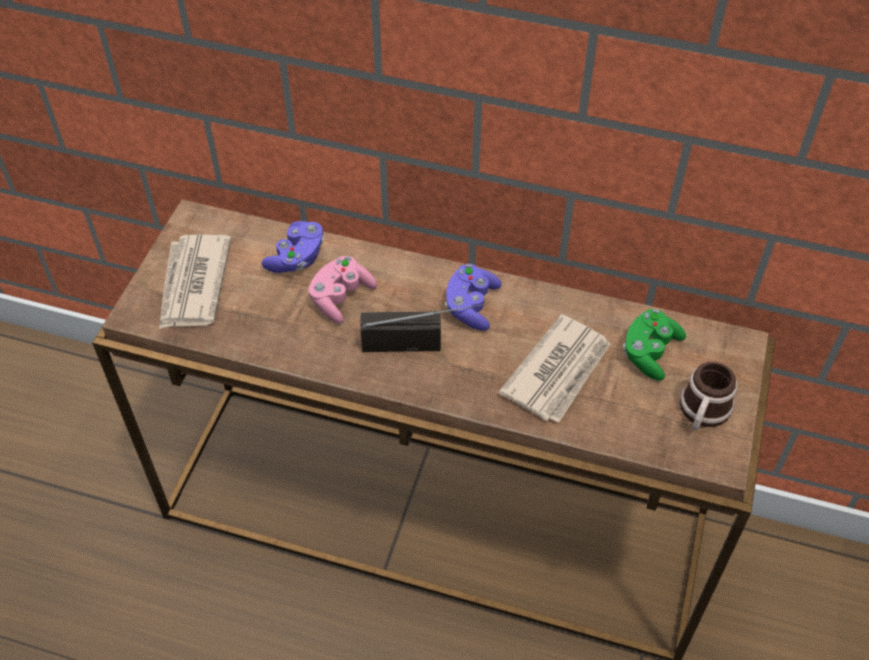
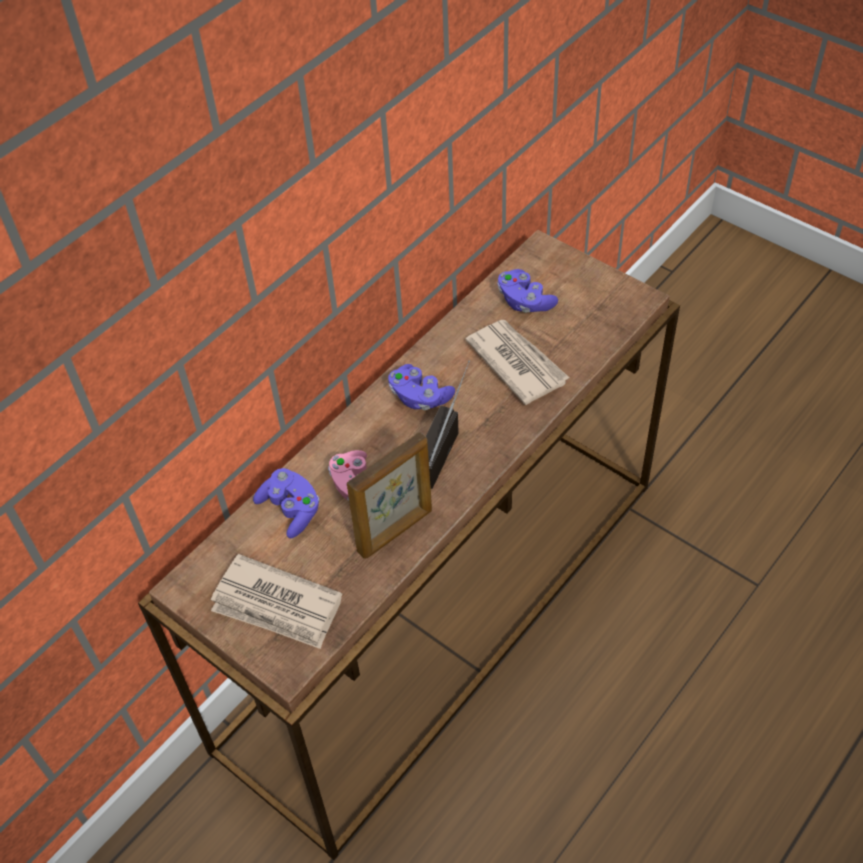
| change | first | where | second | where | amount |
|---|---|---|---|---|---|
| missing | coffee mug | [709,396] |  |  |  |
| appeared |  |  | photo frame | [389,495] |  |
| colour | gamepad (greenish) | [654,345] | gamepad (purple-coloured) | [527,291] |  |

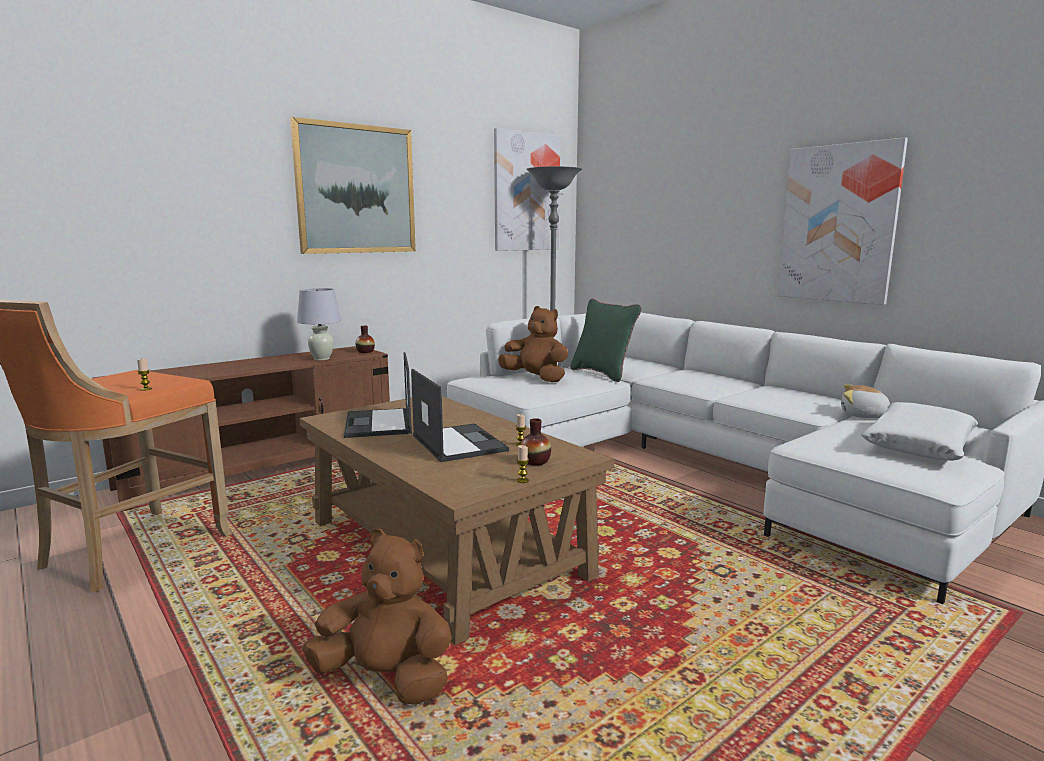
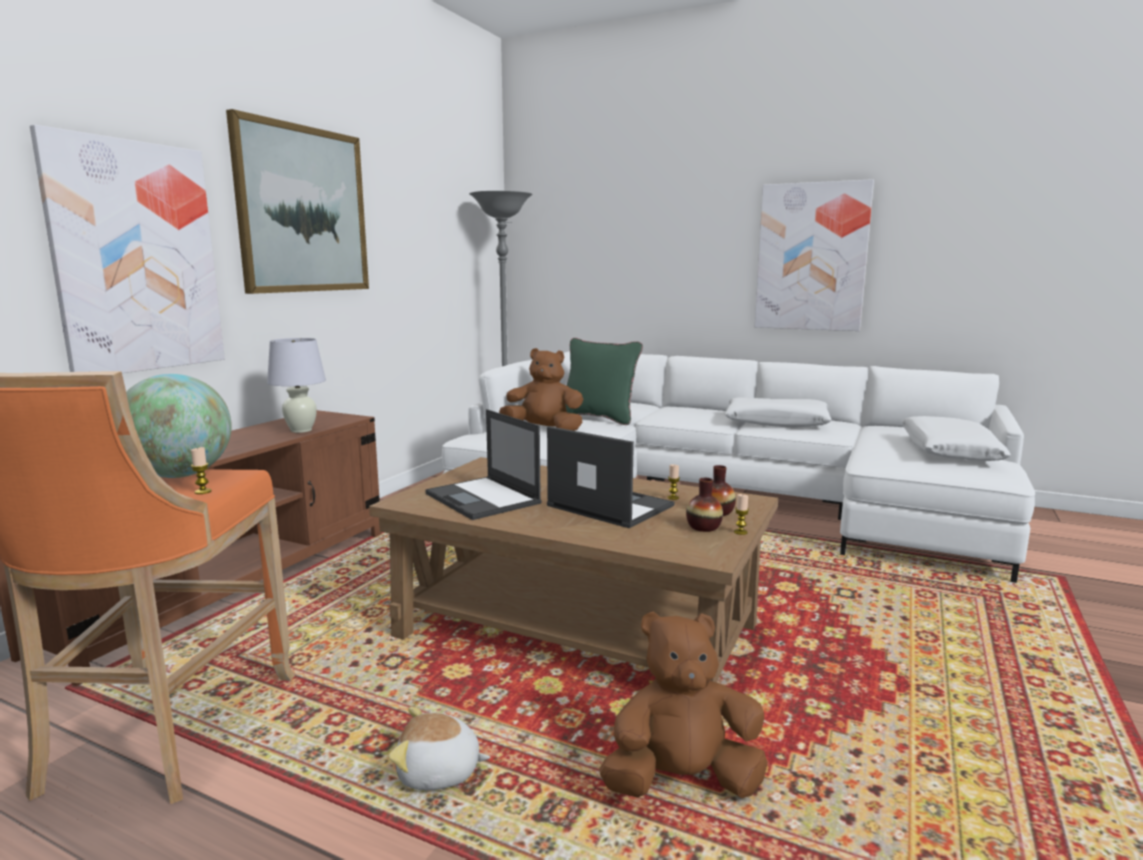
| change | first | where | second | where | amount |
|---|---|---|---|---|---|
| appeared |  |  | desk globe | [179,426] |  |
| appeared |  |  | throw pillow (white) | [778,412] |  |
| relocated | decorative vase | [365,339] |  | [704,505] |  |
| relocated | picture | [527,189] |  | [127,249] |  |
| relocated | cuddly toy | [865,401] |  | [439,748] |  |

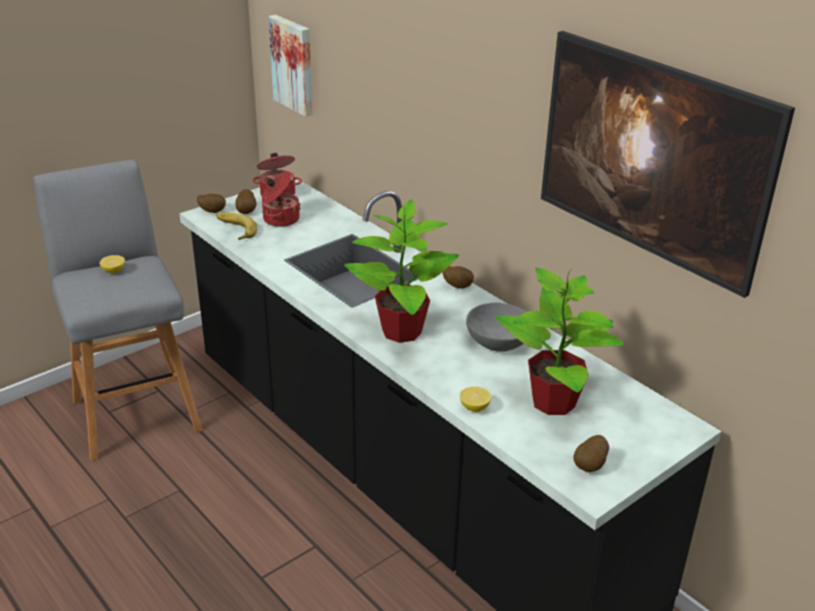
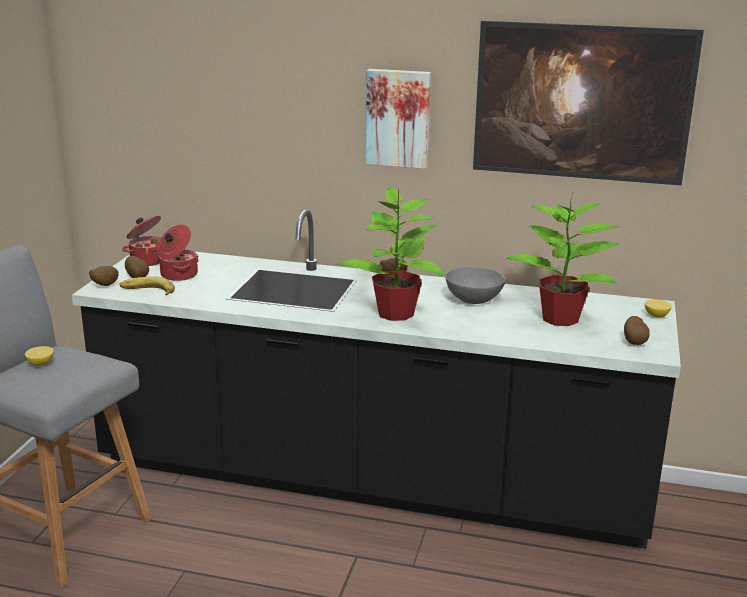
| change | first | where | second | where | amount |
|---|---|---|---|---|---|
| relocated | picture | [290,66] |  | [398,119] |  |
| relocated | lemon | [475,399] |  | [658,308] |  |

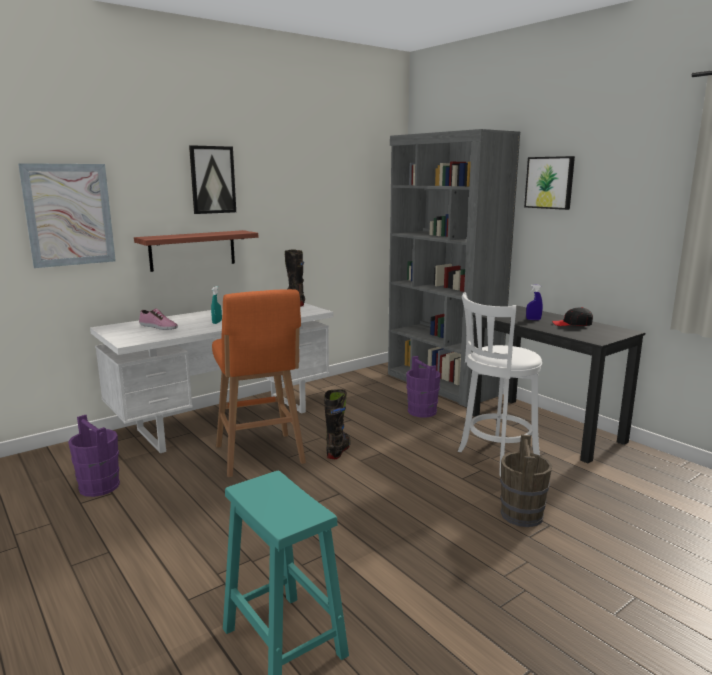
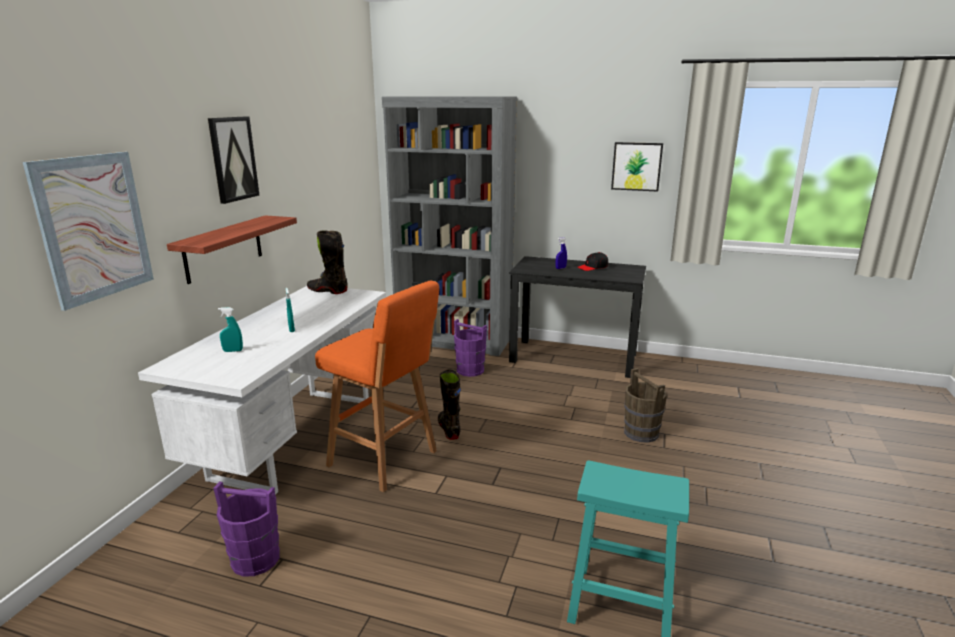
| change | first | where | second | where | amount |
|---|---|---|---|---|---|
| missing | sitting stool (white) | [500,384] |  |  |  |
| relocated | picture | [549,183] |  | [637,166] |  |
| exchanged | low shoe | [158,319] | spray bottle (turquoise-coloured) | [230,329] |  |

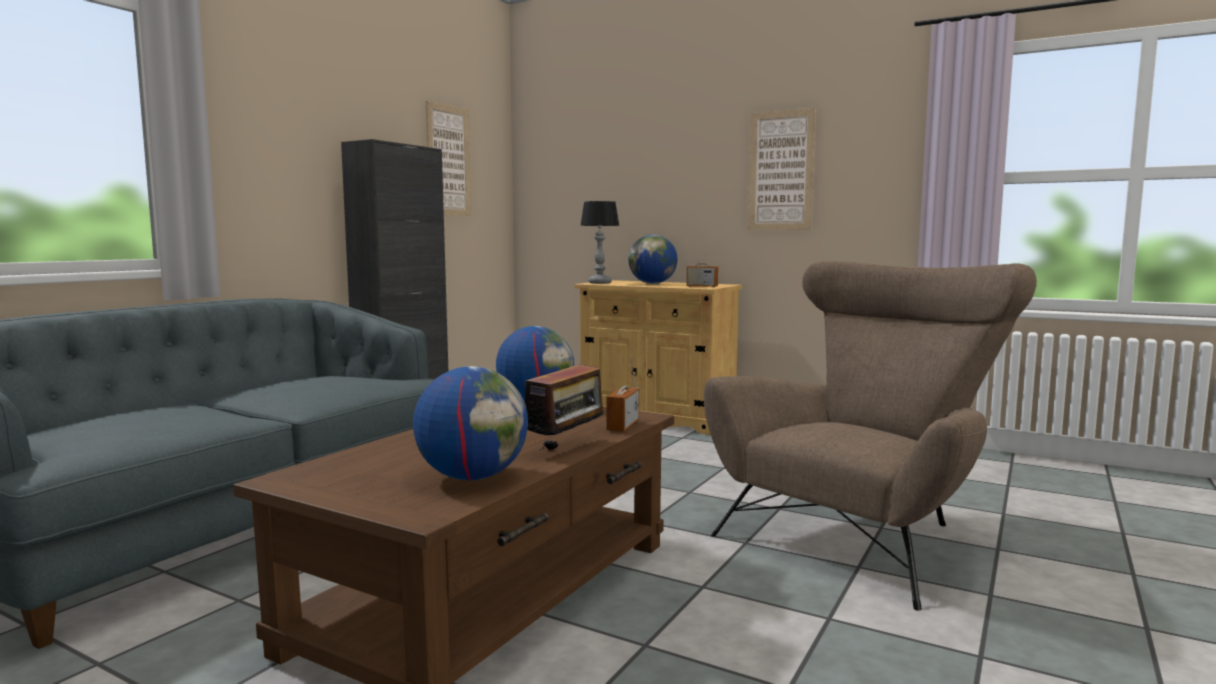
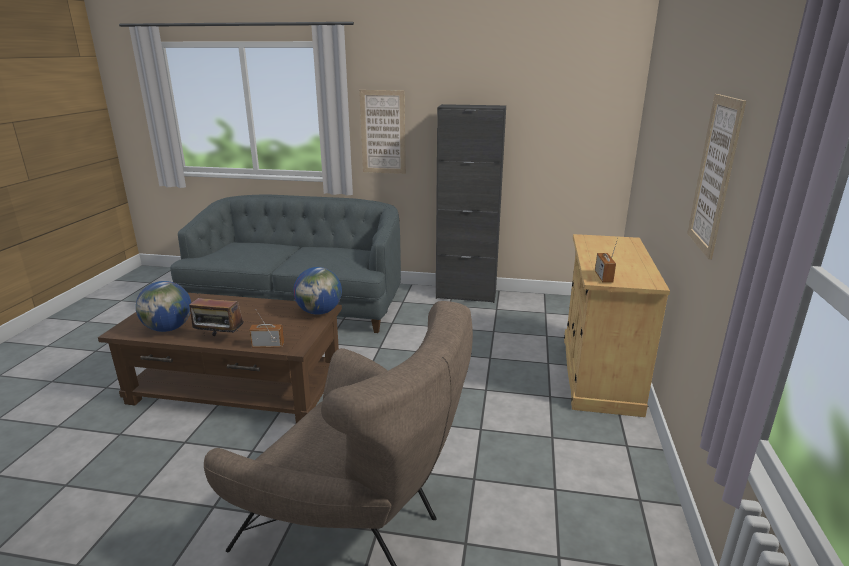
| change | first | where | second | where | amount |
|---|---|---|---|---|---|
| missing | tabletop lamp | [599,242] |  |  |  |
| missing | desk globe | [652,259] |  |  |  |
| relocated | picture | [448,158] |  | [382,132] |  |

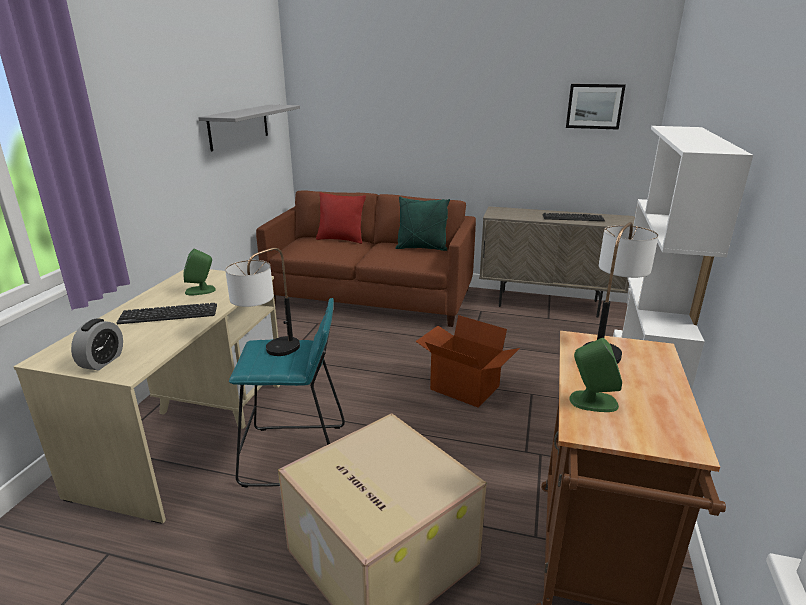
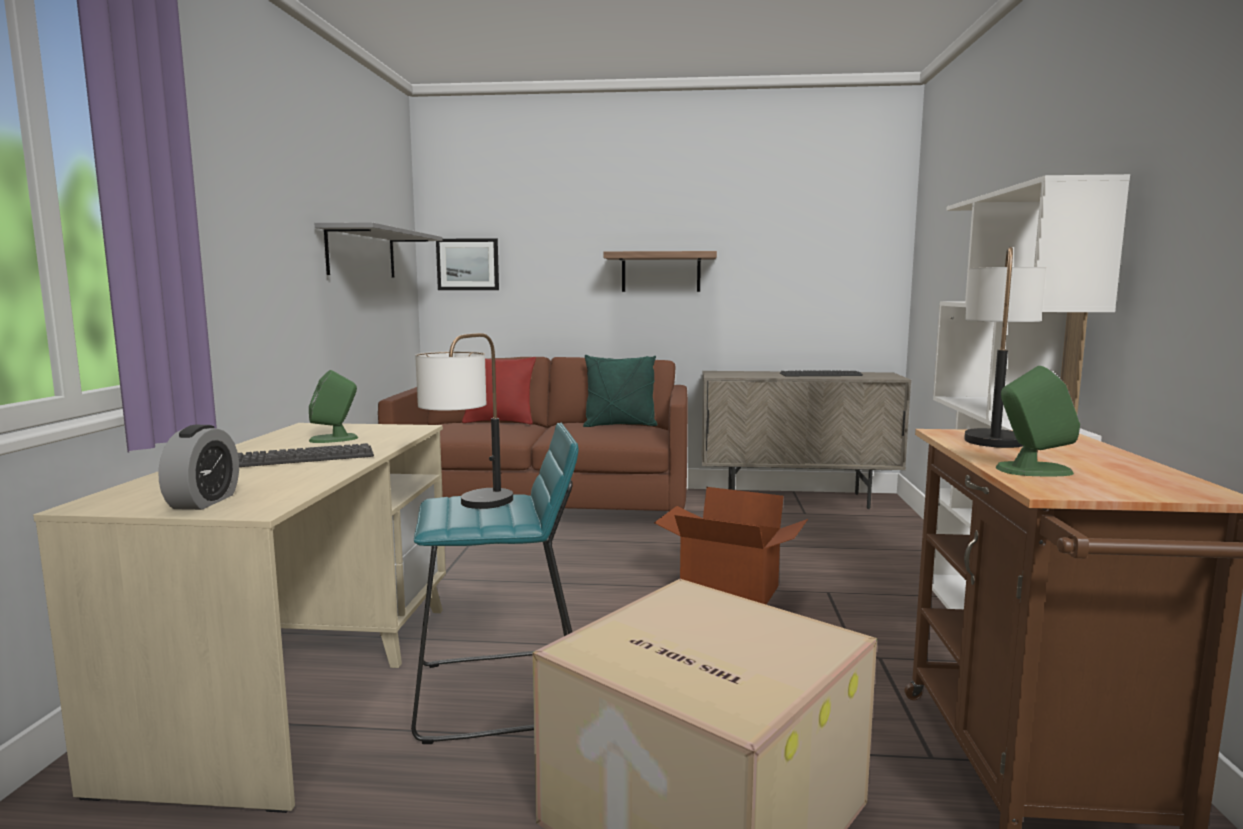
| change | first | where | second | where | amount |
|---|---|---|---|---|---|
| appeared |  |  | bracket shelf | [660,271] |  |
| relocated | picture | [596,107] |  | [467,264] |  |

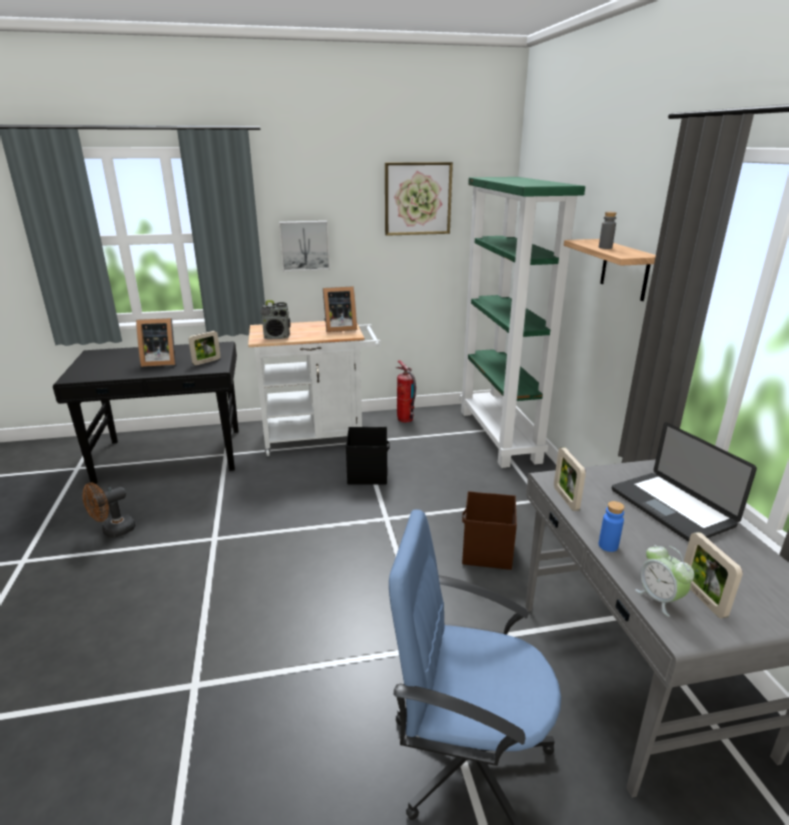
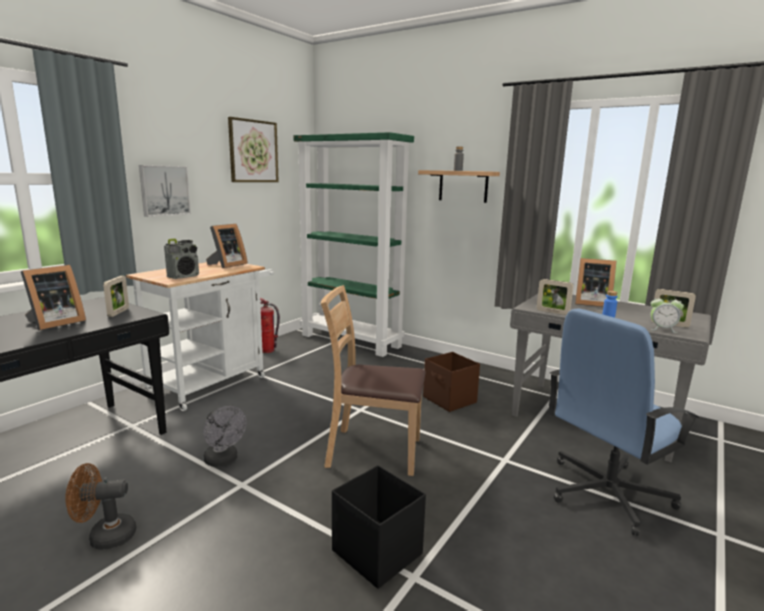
| change | first | where | second | where | amount |
|---|---|---|---|---|---|
| appeared |  |  | fan (grey) | [225,436] |  |
| appeared |  |  | upright chair (brown-coloured) | [373,380] |  |
| relocated | storage box (blackish) | [368,455] |  | [379,527] |  |
| exchanged | portable computer | [684,482] | photo frame | [595,282] |  |
| spun | fan (brown-coloured) | [108,509] |  | [100,506] | 75 degrees clockwise |

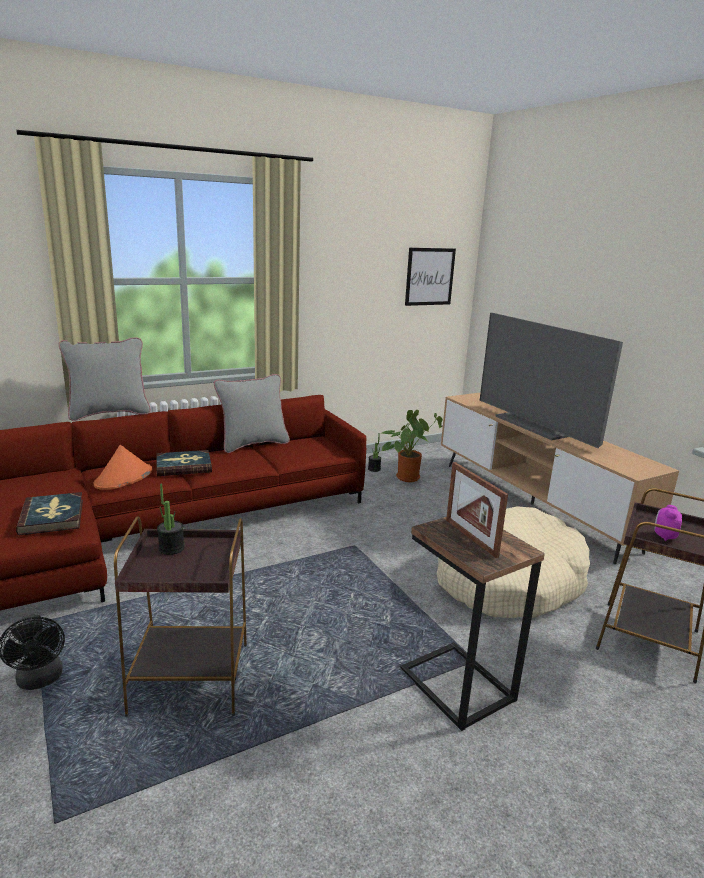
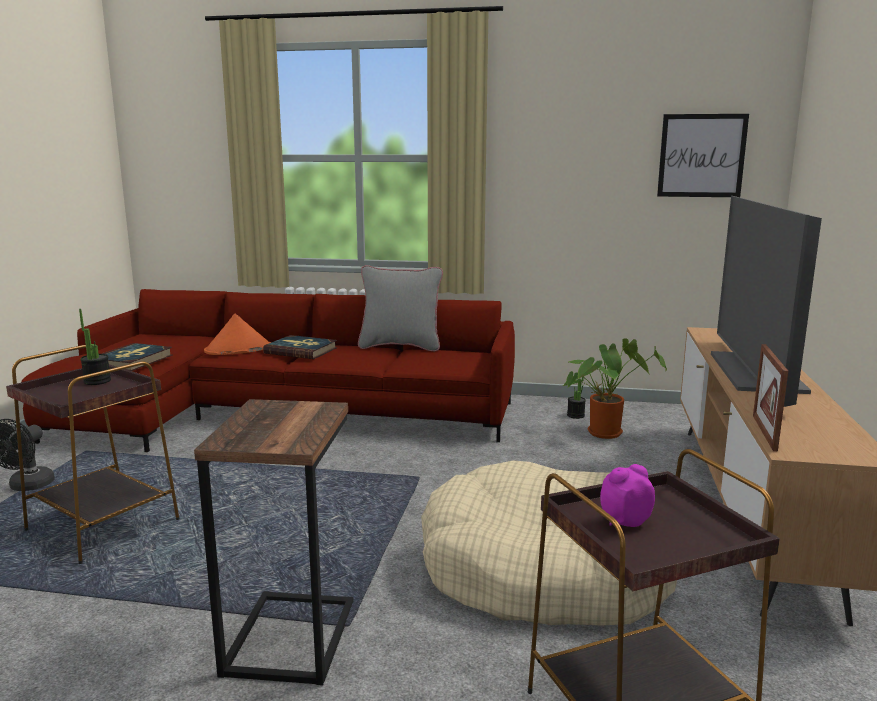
| change | first | where | second | where | amount |
|---|---|---|---|---|---|
| missing | throw pillow (grey) | [105,379] |  |  |  |
| relocated | photo frame | [477,510] |  | [770,397] |  |

